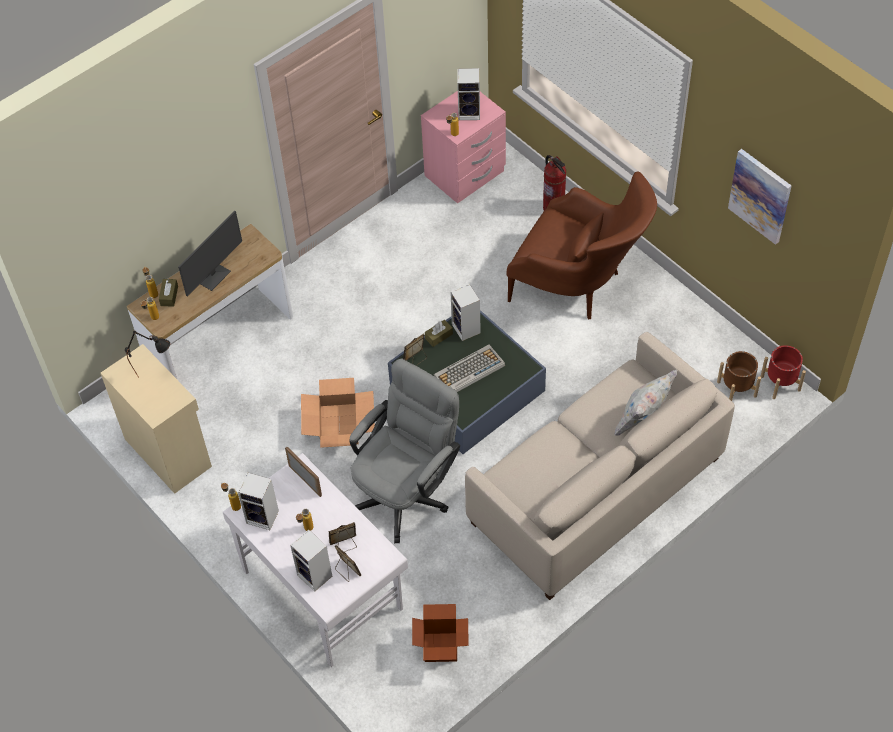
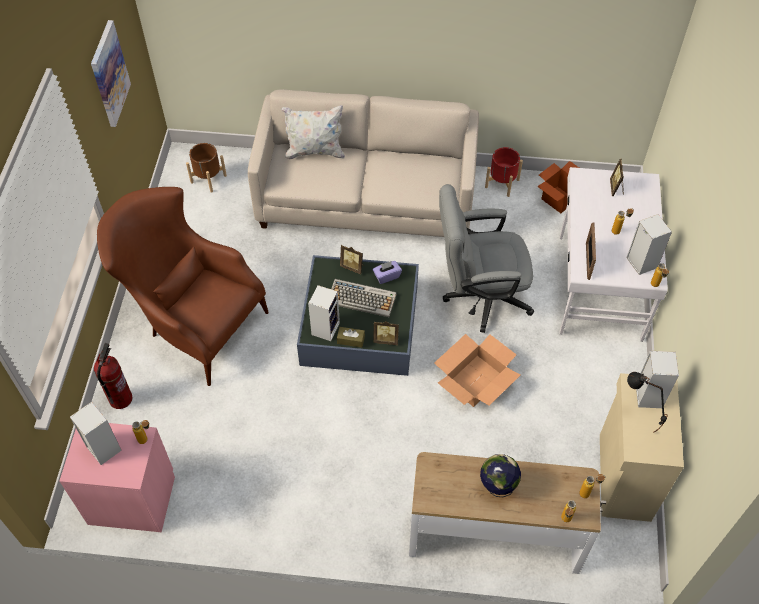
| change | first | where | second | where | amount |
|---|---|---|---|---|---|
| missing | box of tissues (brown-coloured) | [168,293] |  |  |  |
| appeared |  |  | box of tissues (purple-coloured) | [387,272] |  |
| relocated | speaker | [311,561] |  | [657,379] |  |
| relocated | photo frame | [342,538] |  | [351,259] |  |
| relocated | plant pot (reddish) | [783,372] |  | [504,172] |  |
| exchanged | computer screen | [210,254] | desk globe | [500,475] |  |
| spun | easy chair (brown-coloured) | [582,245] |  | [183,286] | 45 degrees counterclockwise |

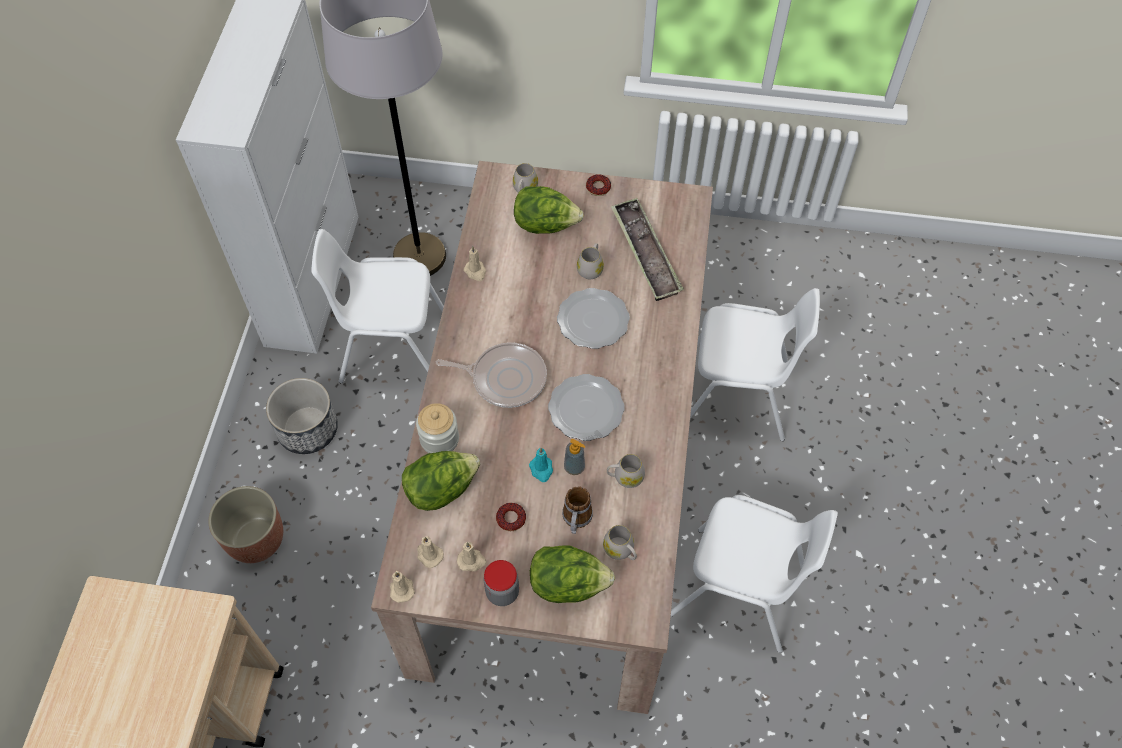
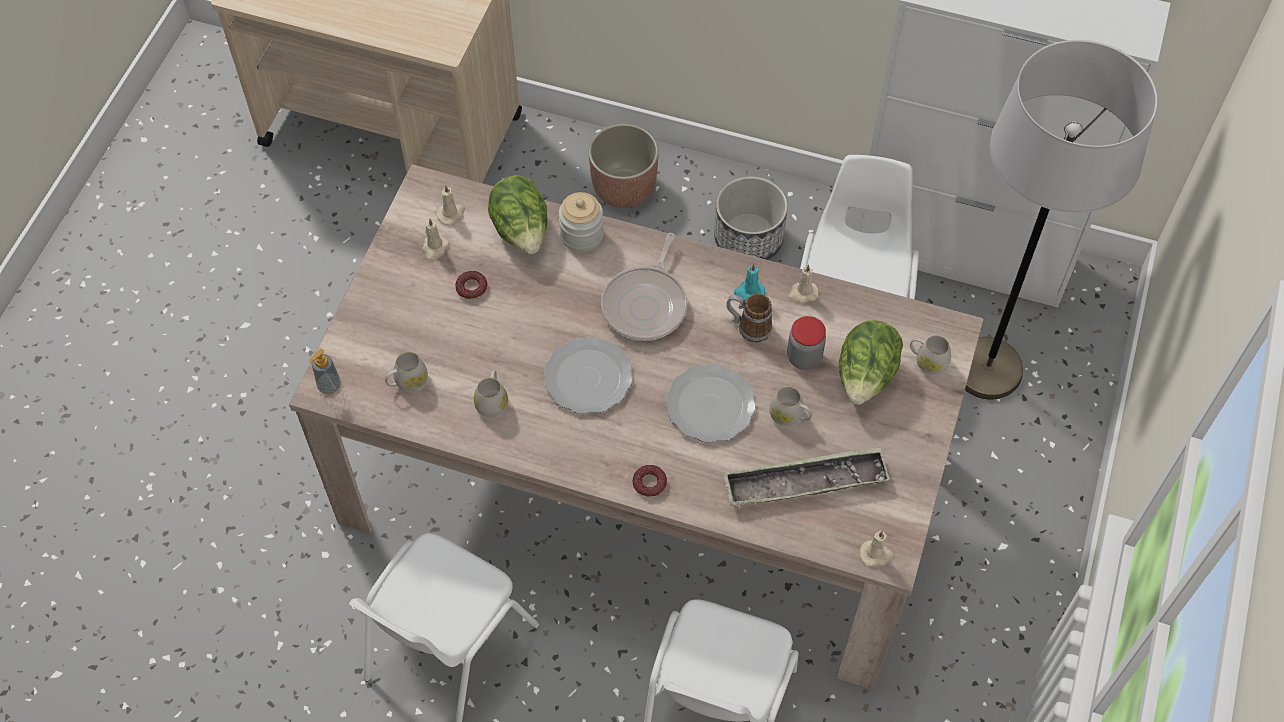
| change | first | where | second | where | amount |
|---|---|---|---|---|---|
| missing | head of lettuce | [572,574] |  |  |  |
| relocated | wax light (beige-coloured) | [402,587] |  | [877,549] |  |
| relocated | storage jar | [501,583] |  | [806,343] |  |
| relocated | wax light (turquoise-coloured) | [541,465] |  | [749,282] |  |
| relocated | coffee mug | [577,510] |  | [749,318] |  |
| relocated | liquid soap bottle | [574,457] |  | [325,371] |  |
| relocated | doughnut | [598,185] |  | [650,481] |  |

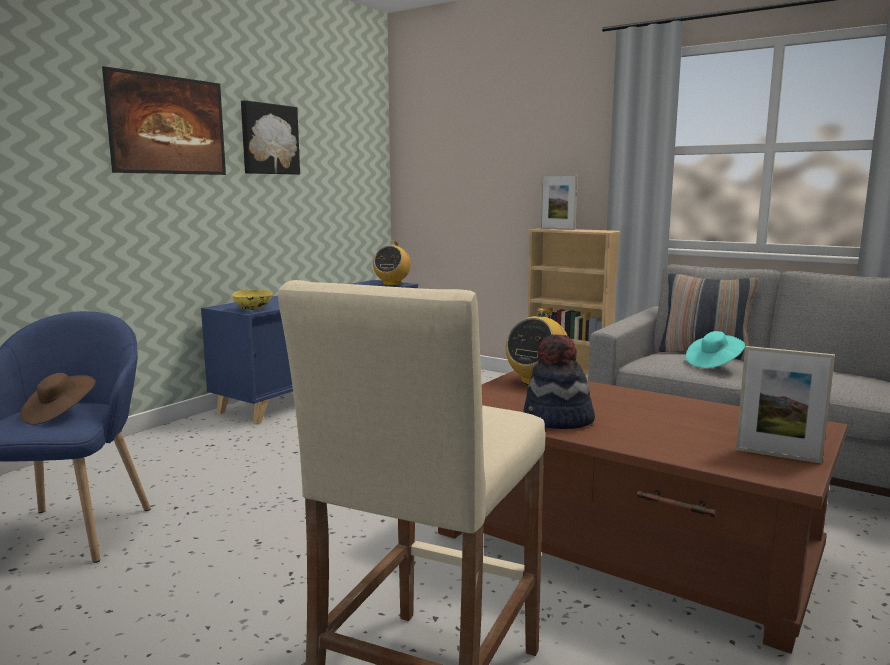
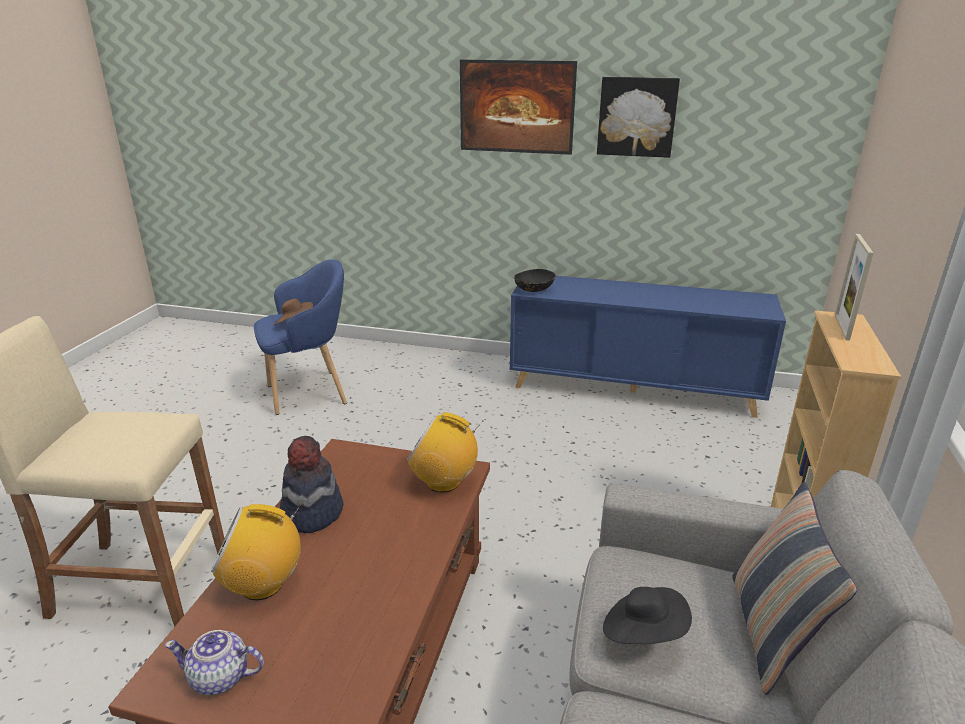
| change | first | where | second | where | amount |
|---|---|---|---|---|---|
| relocated | radio set | [392,263] |  | [256,551] |  |
| exchanged | photo frame | [785,405] | tea pot | [214,662] |  |
| colour | deep dish (yellow) | [252,299] | deep dish (blackish) | [534,280] |  |
| colour | clothing hat (turquoise-coloured) | [715,349] | clothing hat (blackish) | [647,615] |  |

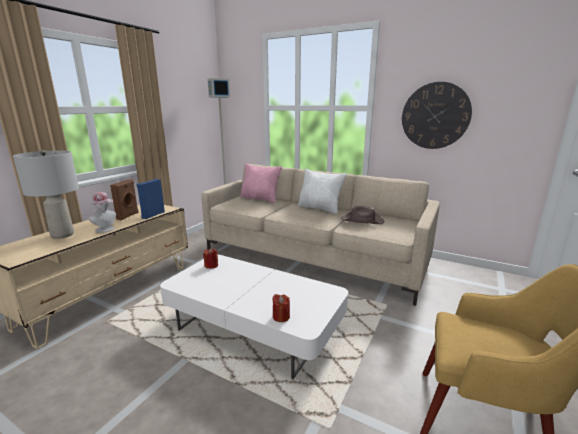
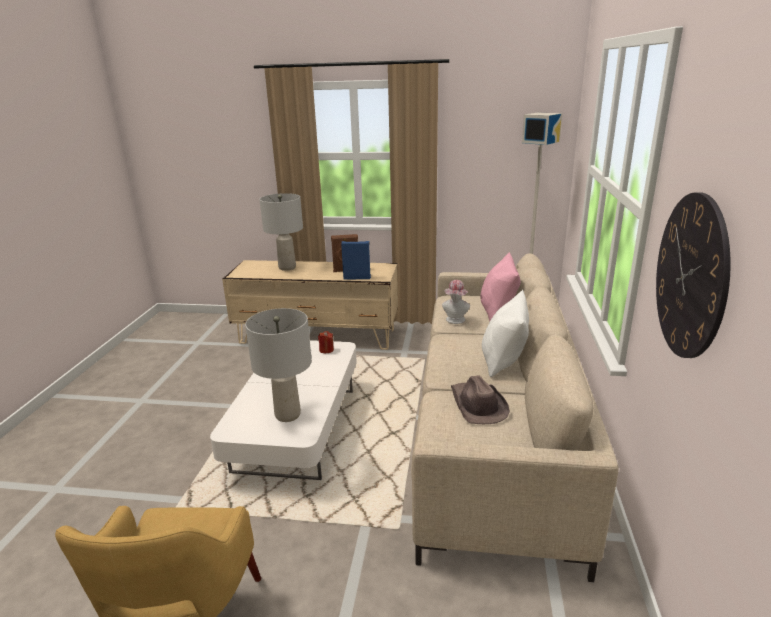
| change | first | where | second | where | amount |
|---|---|---|---|---|---|
| missing | wax light (reddish) | [281,308] |  |  |  |
| appeared |  |  | tabletop lamp (grey) | [278,365] |  |
| relocated | clothing hat | [102,212] |  | [456,302] |  |

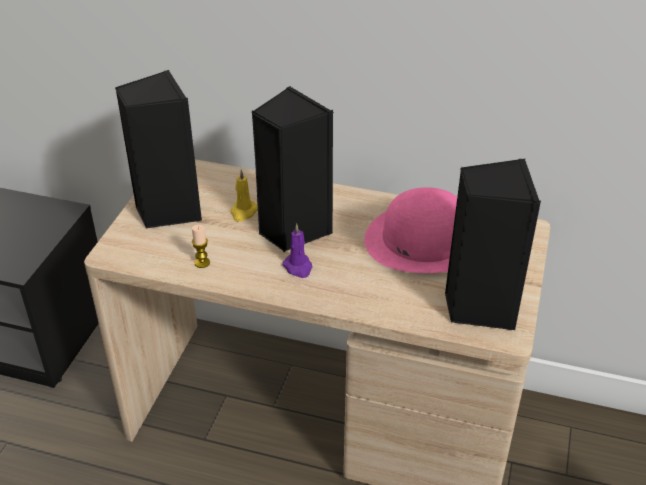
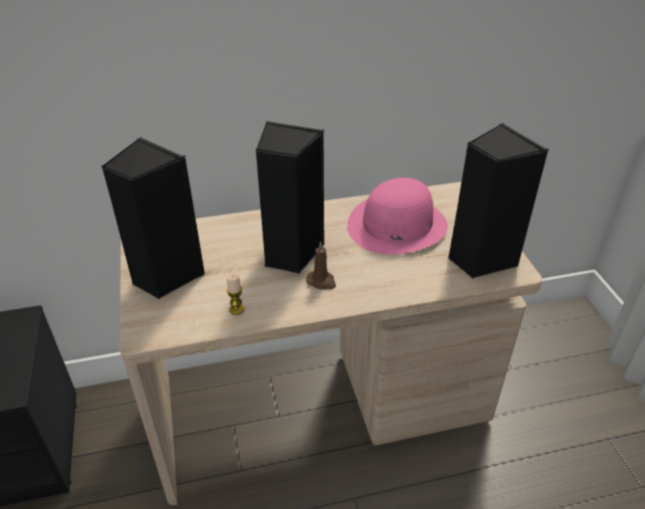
| change | first | where | second | where | amount |
|---|---|---|---|---|---|
| missing | wax light (yellow) | [244,196] |  |  |  |
| colour | wax light (purple-coloured) | [297,251] | wax light (brown-coloured) | [321,265] |  |

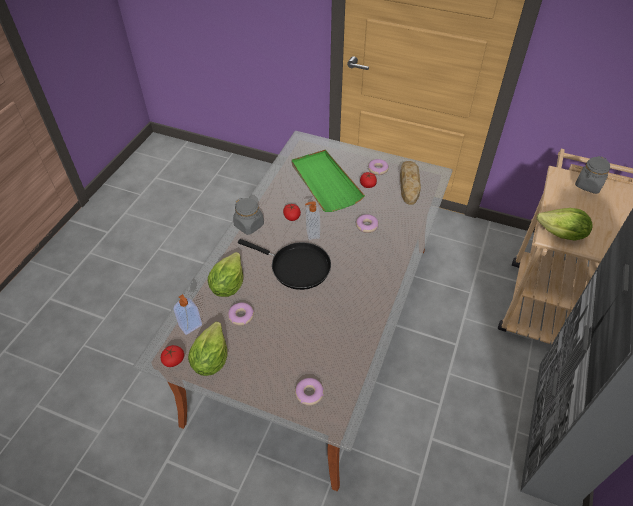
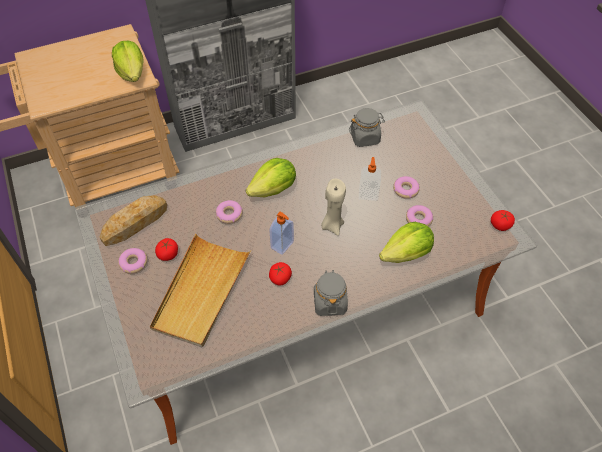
| change | first | where | second | where | amount |
|---|---|---|---|---|---|
| relocated | liquid soap bottle | [188,314] |  | [370,179] |  |
| relocated | head of lettuce | [207,349] |  | [271,177] |  |
| relocated | doughnut | [309,391] |  | [406,187] |  |
| relocated | storage jar (grey) | [592,175] |  | [367,127] |  |
| exchanged | frying pan (blackish) | [284,264] | wax light (beige-coloured) | [333,207] |  |
| colour | tray (greenish) | [328,181] | tray (beige-coloured) | [200,290] |  |

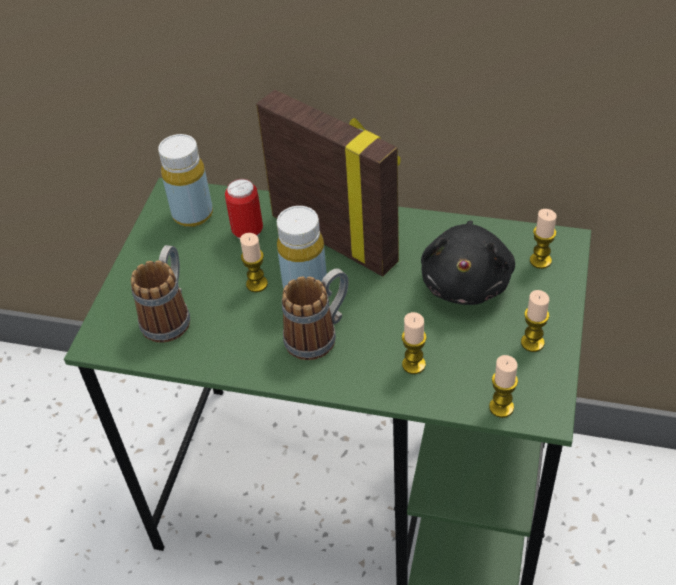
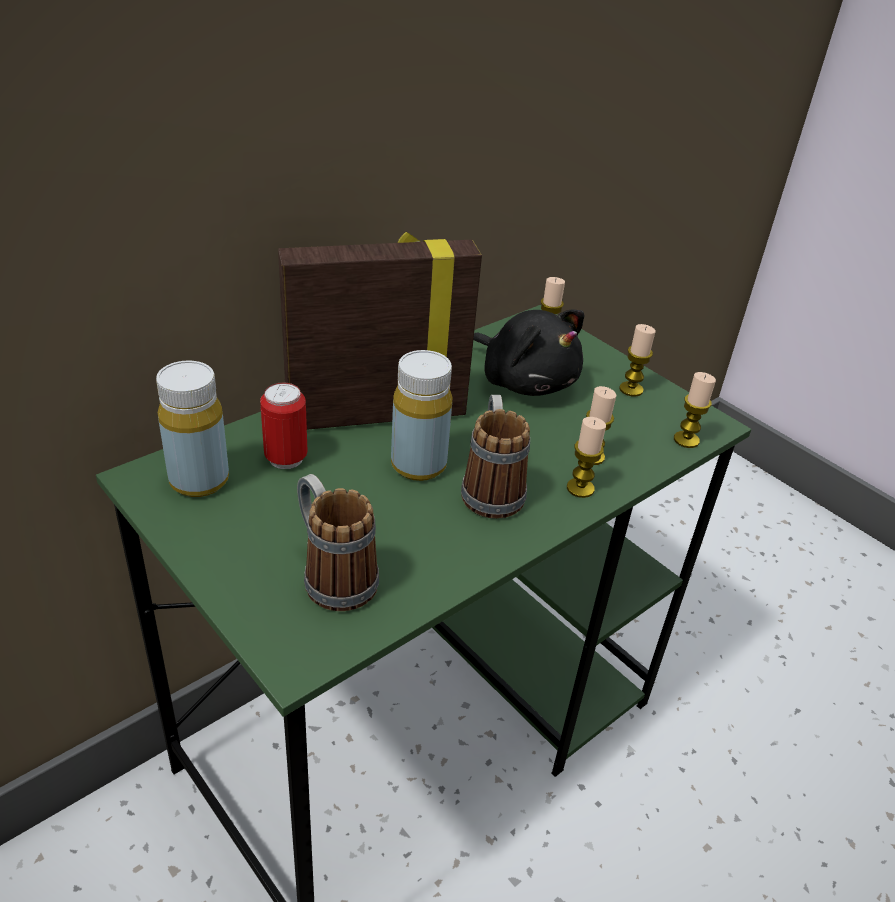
| change | first | where | second | where | amount |
|---|---|---|---|---|---|
| relocated | wax light | [254,262] |  | [586,457] |  |

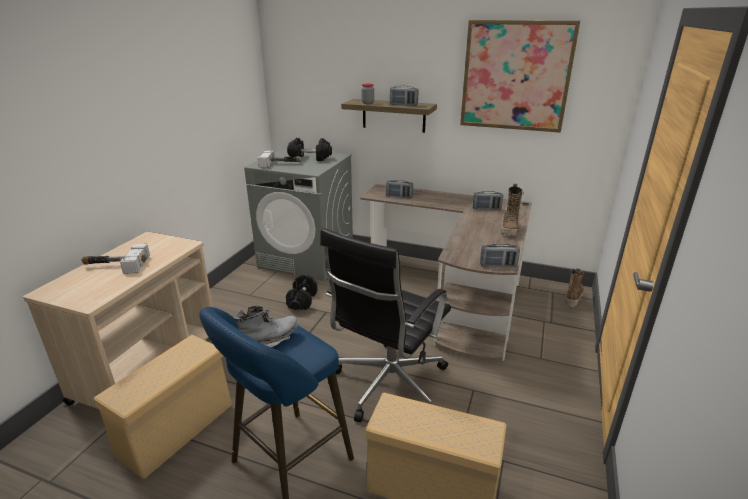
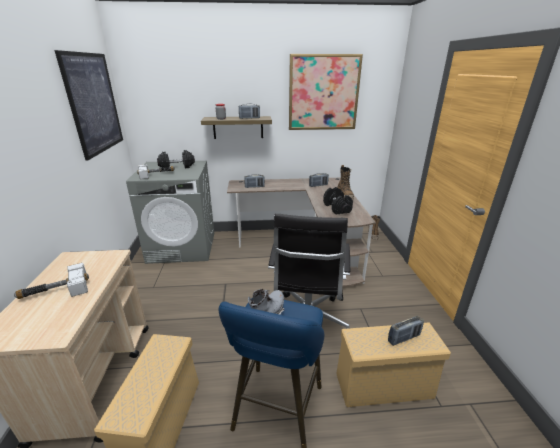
| change | first | where | second | where | amount |
|---|---|---|---|---|---|
| appeared |  |  | picture | [88,105] |  |
| relocated | dumbbell (blackish) | [302,292] |  | [338,201] |  |
| relocated | radio set | [500,255] |  | [406,331] |  |

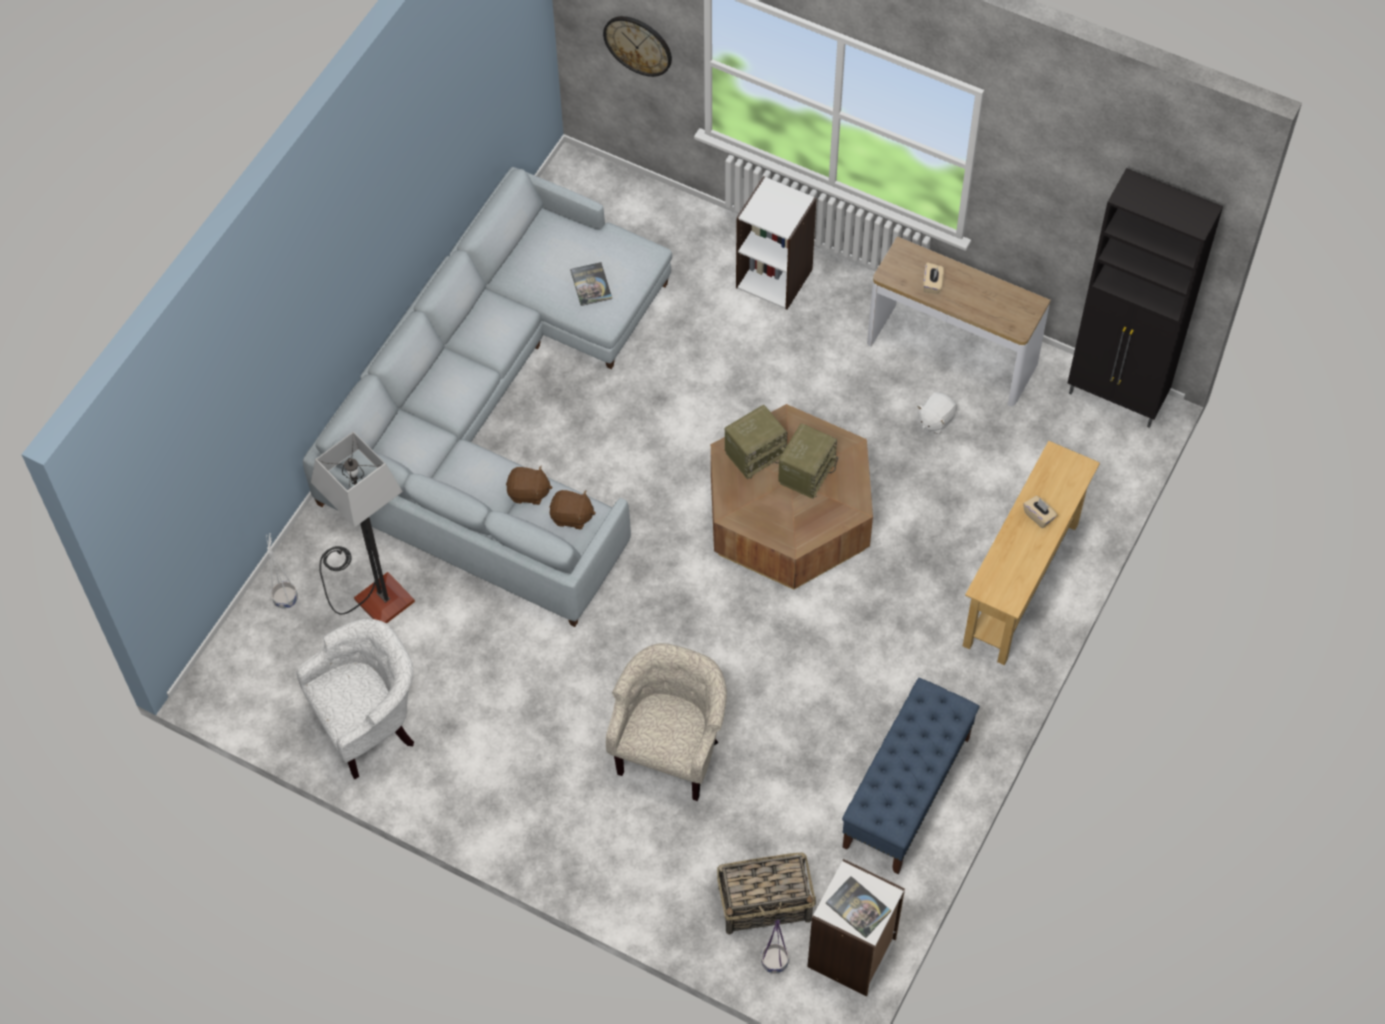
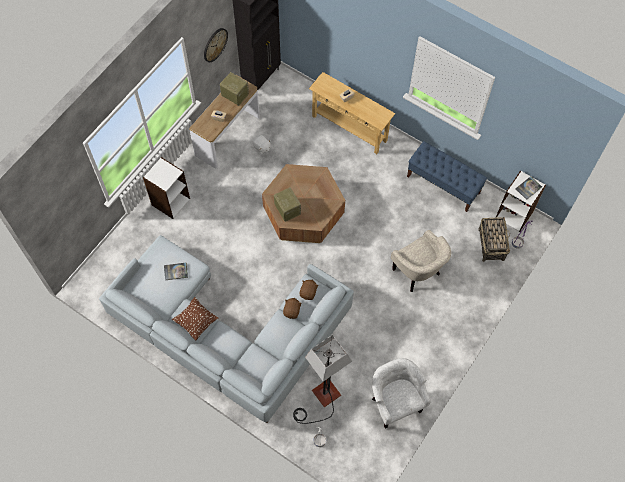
| change | first | where | second | where | amount |
|---|---|---|---|---|---|
| appeared |  |  | throw pillow (brown-coloured) | [195,318] |  |
| relocated | hanging clock | [637,46] |  | [216,45] |  |
| relocated | radio set | [808,461] |  | [234,89] |  |
| spun | easy chair (beige-coloured) | [666,722] |  | [421,261] | 150 degrees counterclockwise |

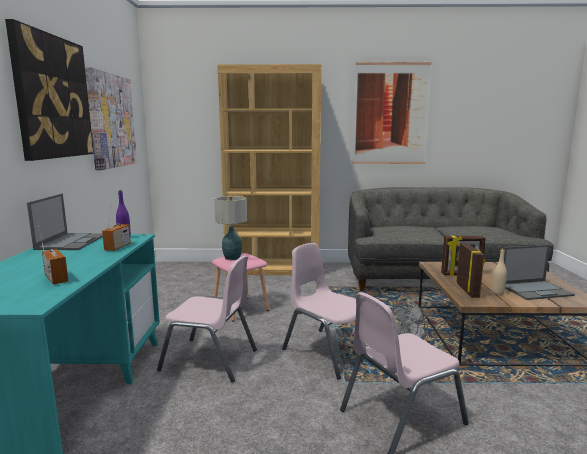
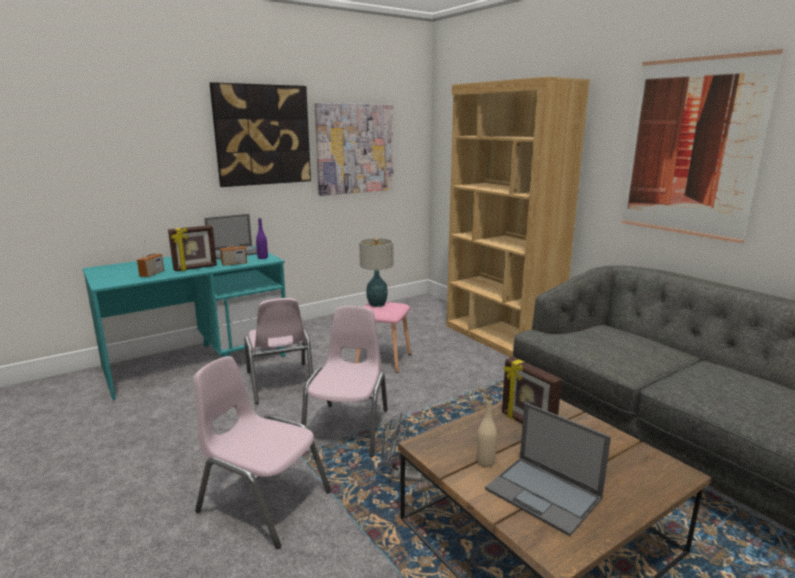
| change | first | where | second | where | amount |
|---|---|---|---|---|---|
| relocated | photo frame | [470,270] |  | [192,248] |  |

